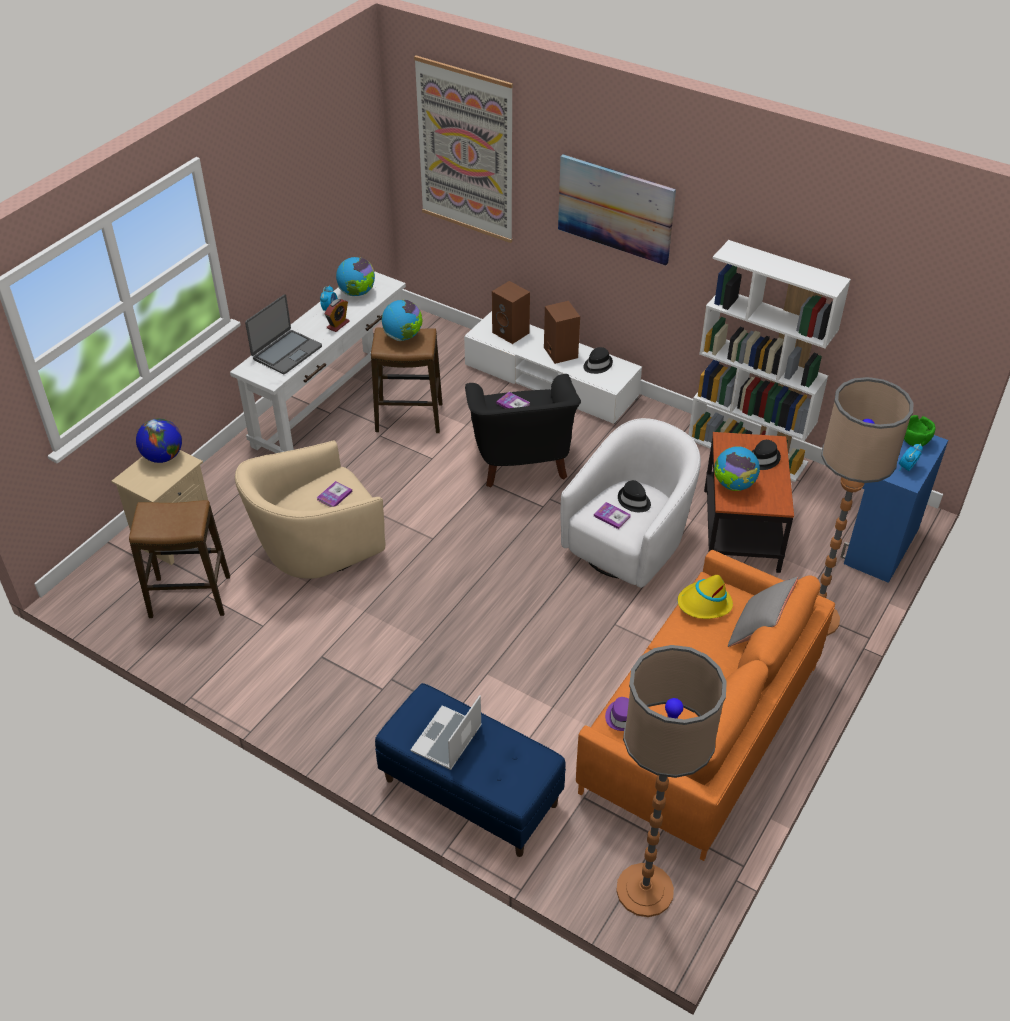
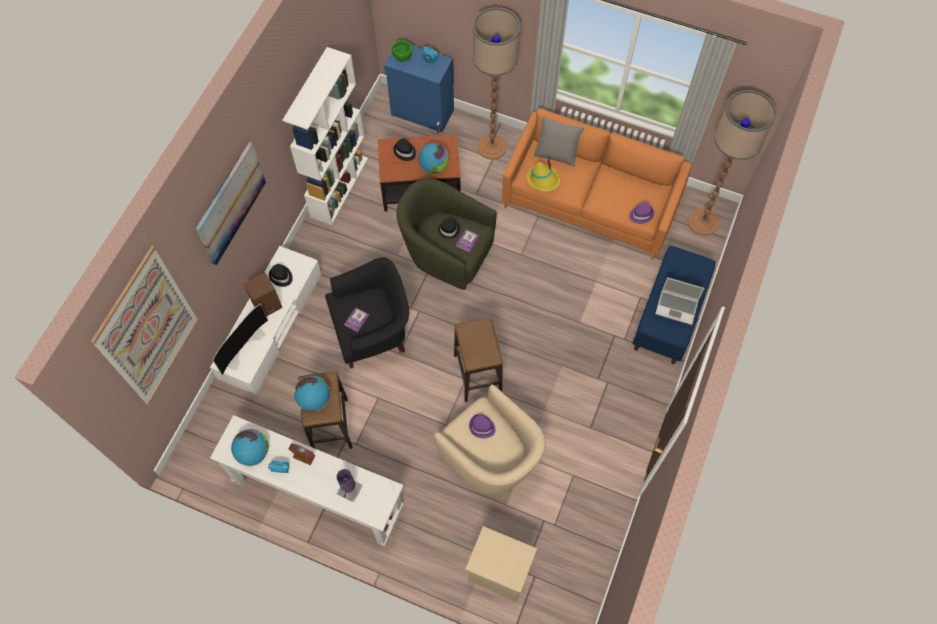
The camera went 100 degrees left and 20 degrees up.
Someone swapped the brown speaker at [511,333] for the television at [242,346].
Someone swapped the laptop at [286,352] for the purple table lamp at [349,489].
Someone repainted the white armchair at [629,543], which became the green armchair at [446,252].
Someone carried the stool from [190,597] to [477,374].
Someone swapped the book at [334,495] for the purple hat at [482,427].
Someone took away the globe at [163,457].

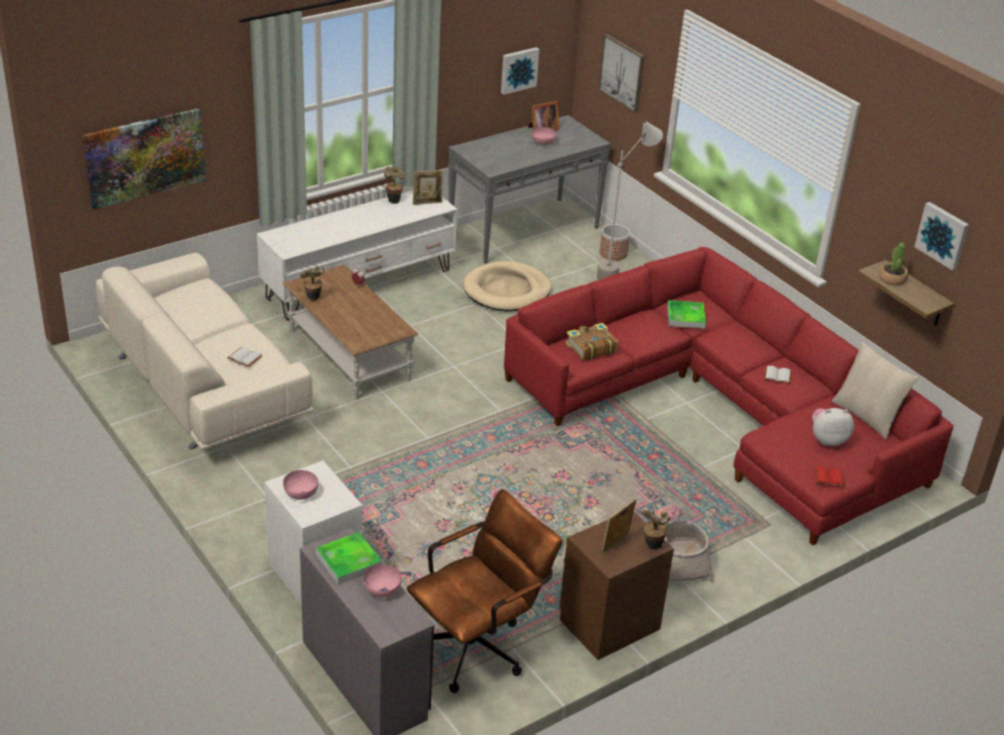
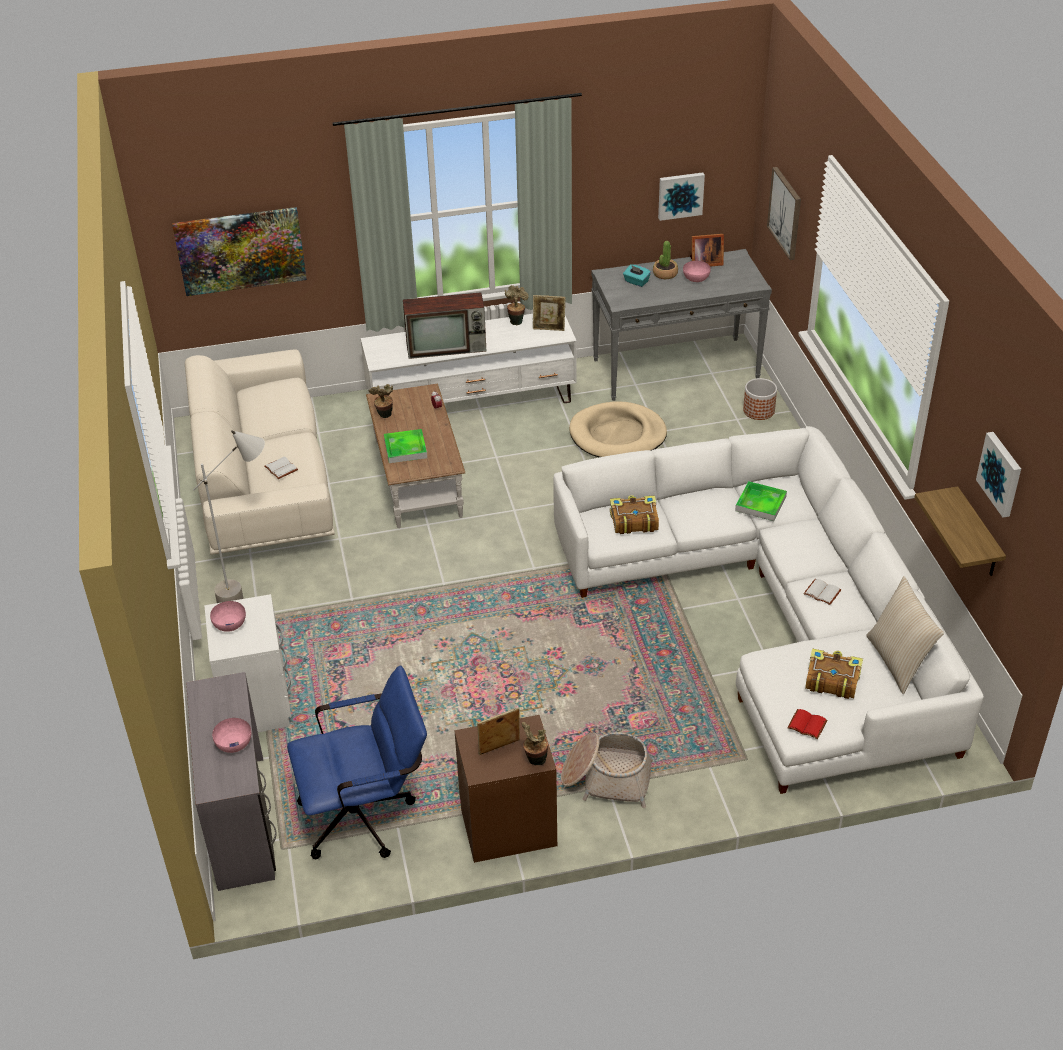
The camera went 25 degrees right and 5 degrees up.
Someone carried the grey floor lamp from [620,271] to [252,596].
Someone repainted the brown office chair at [478,645], which became the blue office chair at [367,815].
Someone carried the tray from [348,561] to [405,449].
Someone put down the television at [447,346].
Someone repainted the red sofa at [724,410], which became the white sofa at [775,616].
Someone put down the turquoise tissue box at [636,282].
Someone carried the potted plant from [892,279] to [665,274].
Someone swapped the plush toy at [827,439] for the book at [831,680].

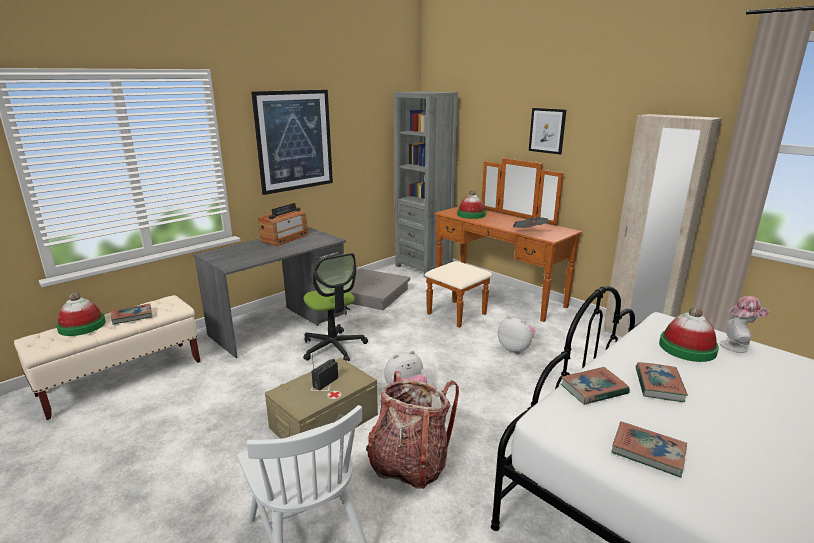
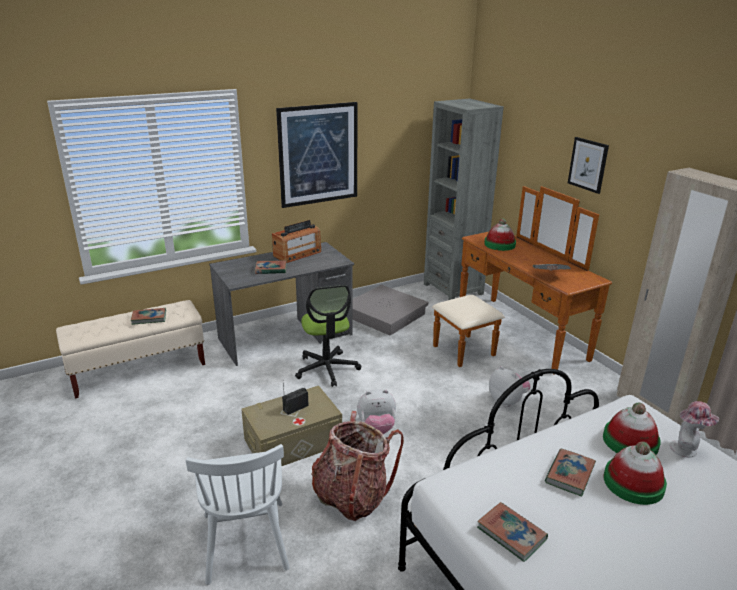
The camera went 15 degrees right and 5 degrees up.
Someone carried the book from [593,389] to [271,269].
Someone carried the hat from [82,326] to [633,483].

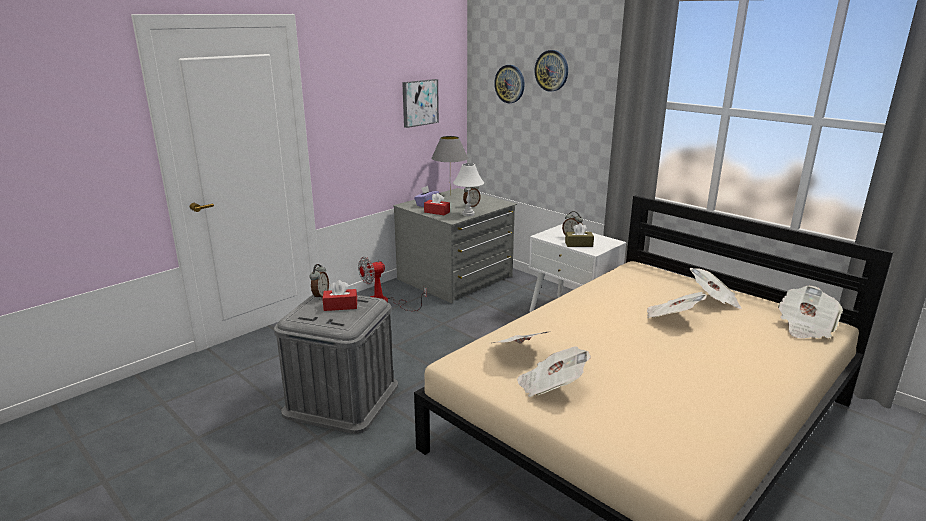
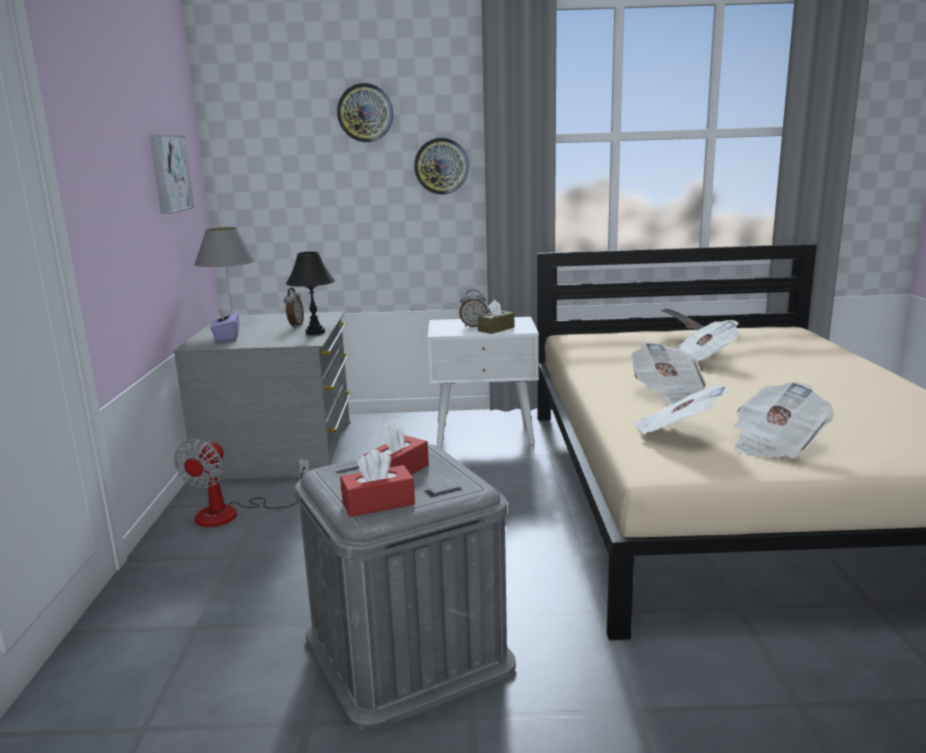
The camera went 45 degrees left and 5 degrees down.
Someone repainted the white table lamp at [468,214], which became the black table lamp at [315,332].
Someone carried the red tissue box from [437,212] to [378,503].
Someone carried the wall clock from [510,84] to [441,166].
Someone carried the newspaper from [805,327] to [668,393].
Someone took away the alarm clock at [320,296].

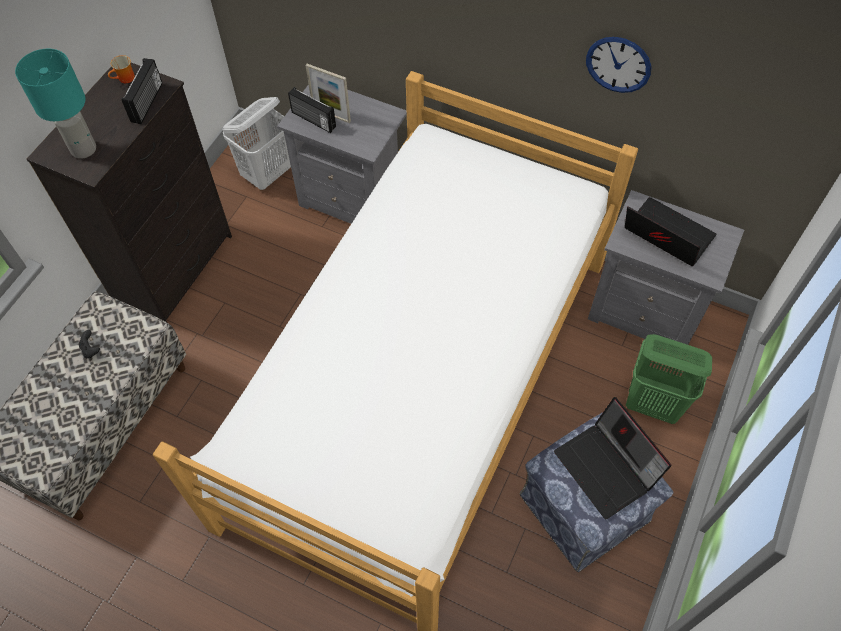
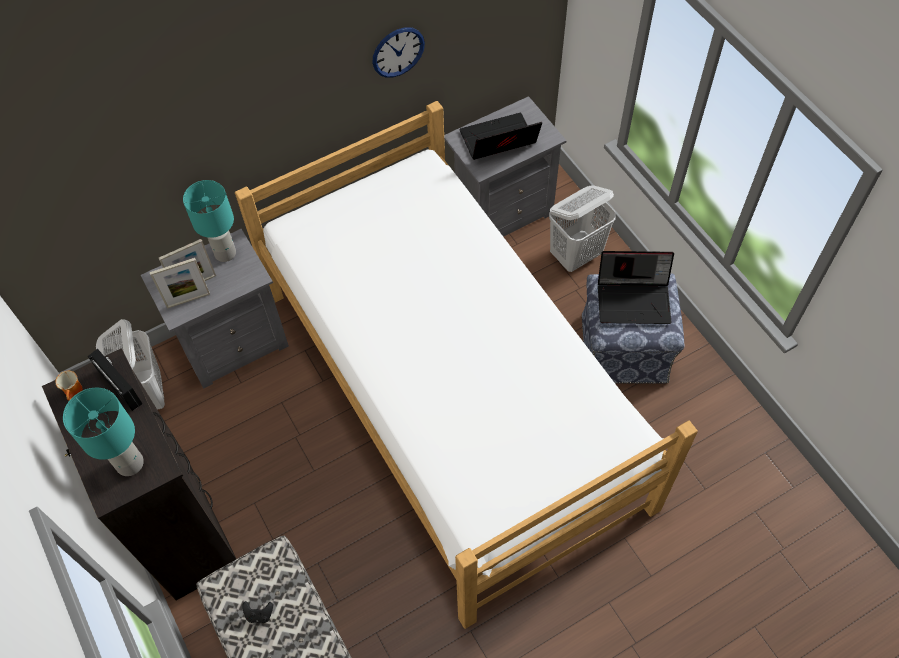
The camera went 55 degrees left and 0 degrees up.
Someone swapped the radio at [313,120] for the picture frame at [188,300].
Someone put down the turquoise table lamp at [225,253].
Someone repainted the green laundry basket at [653,403], which became the white laundry basket at [576,255].

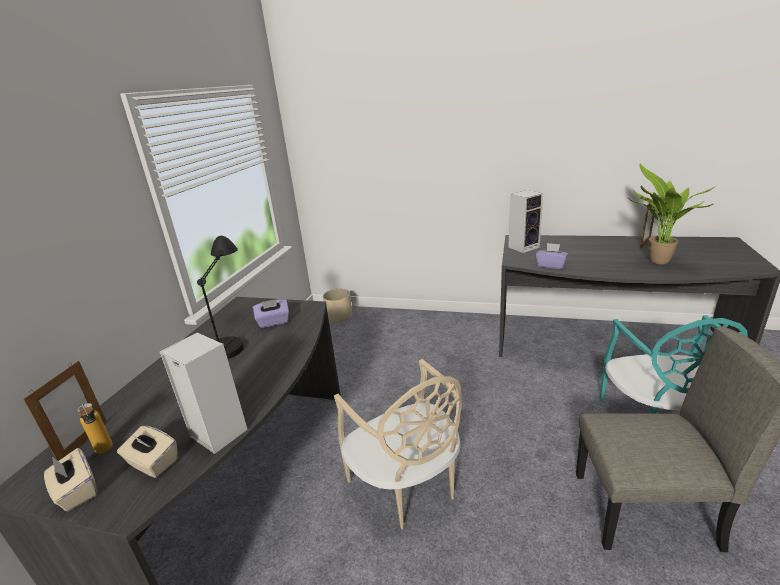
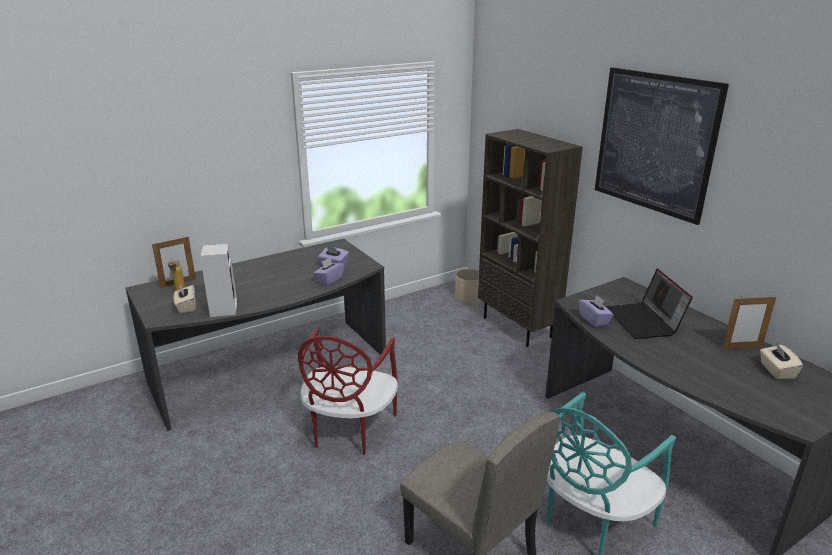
The camera went 40 degrees right and 0 degrees up.
Someone repainted the beige chair at [407,486], which became the red chair at [349,430].
Someone put down the purple tissue box at [329,280].
Someone put down the brown bookcase at [518,327].
Someone put up the picture at [654,143].
Someone put down the laptop at [644,322].
Someone carried the beige tissue box from [77,492] to [776,371].
Someone took away the black table lamp at [232,334].
Someone took away the speaker at [524,247].
Someone took away the potted plant at [656,262].

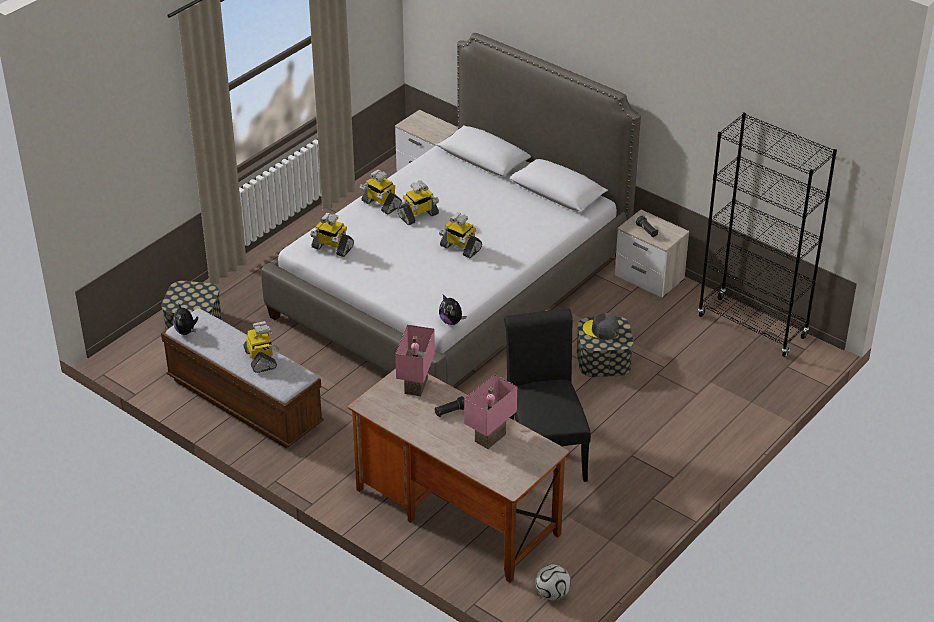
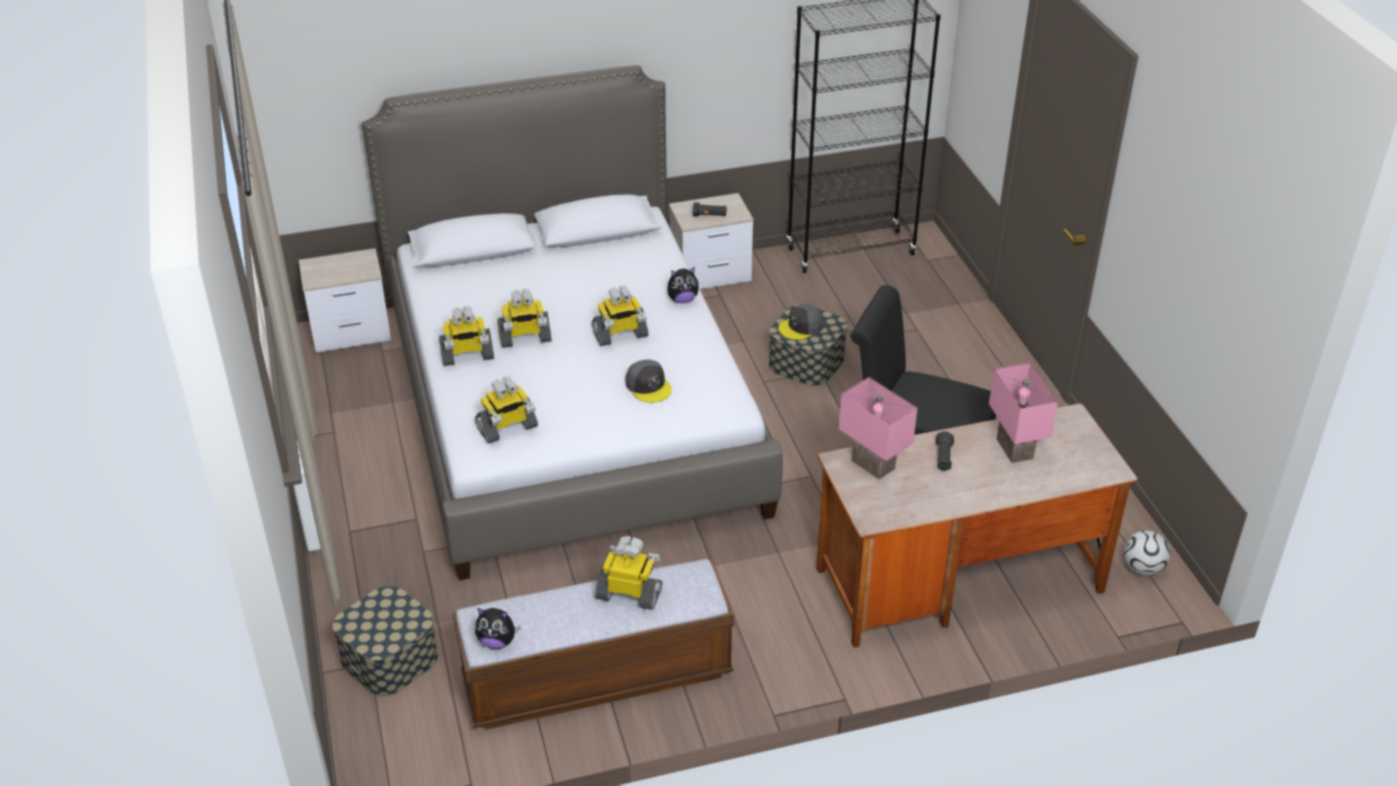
The camera went 55 degrees left and 0 degrees up.
Someone rotated the toy robot at [418,216] by 75 degrees clockwise.
Someone put down the grey cap at [648,386].
Someone carried the plush toy from [451,321] to [682,300].

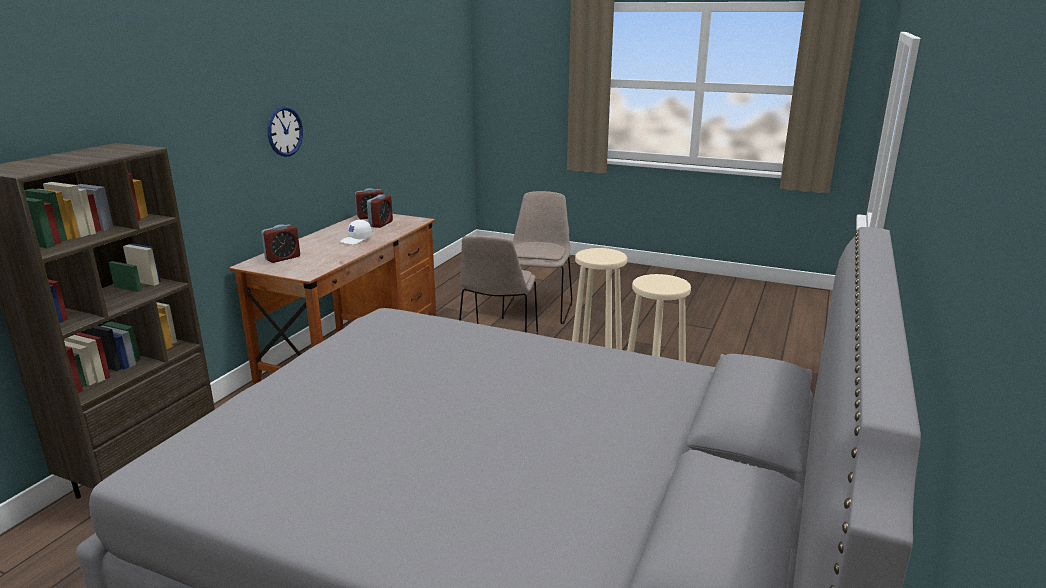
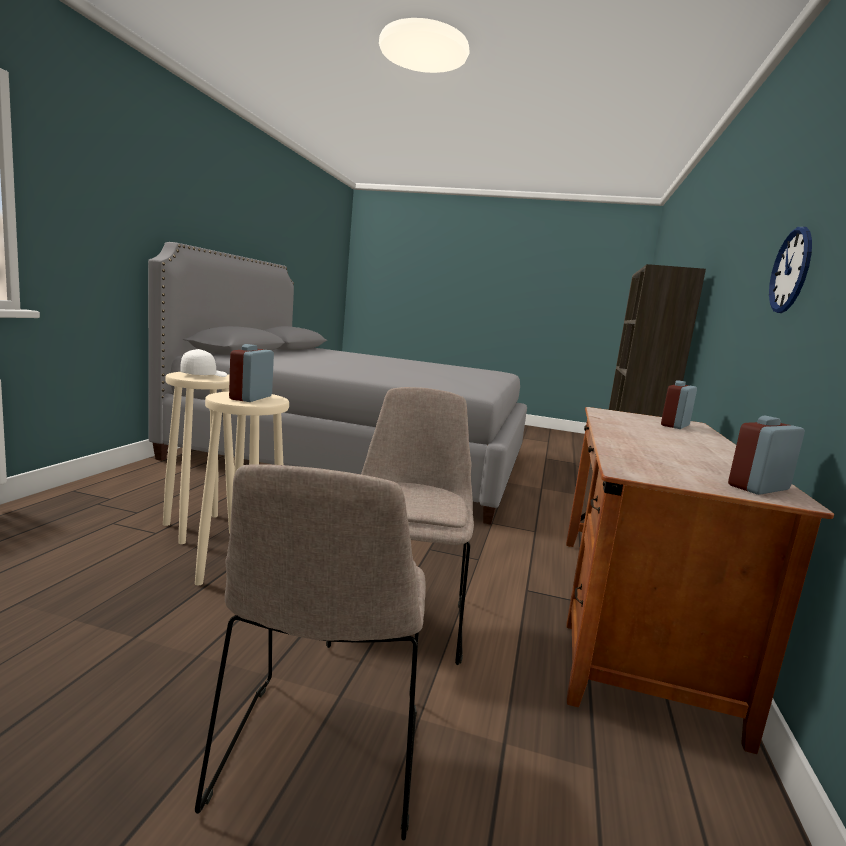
The camera went 170 degrees right and 10 degrees down.
Someone carried the white cap from [356,240] to [203,375].
Someone carried the alarm clock from [381,224] to [251,398].

